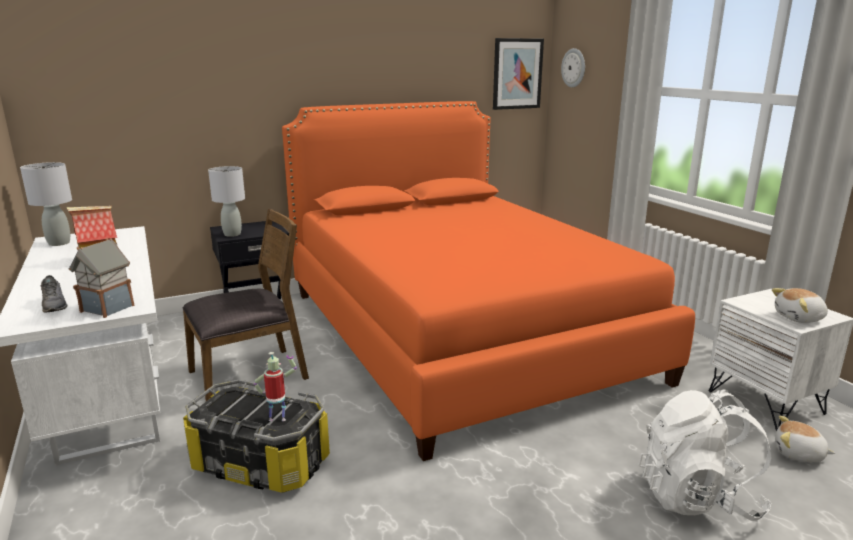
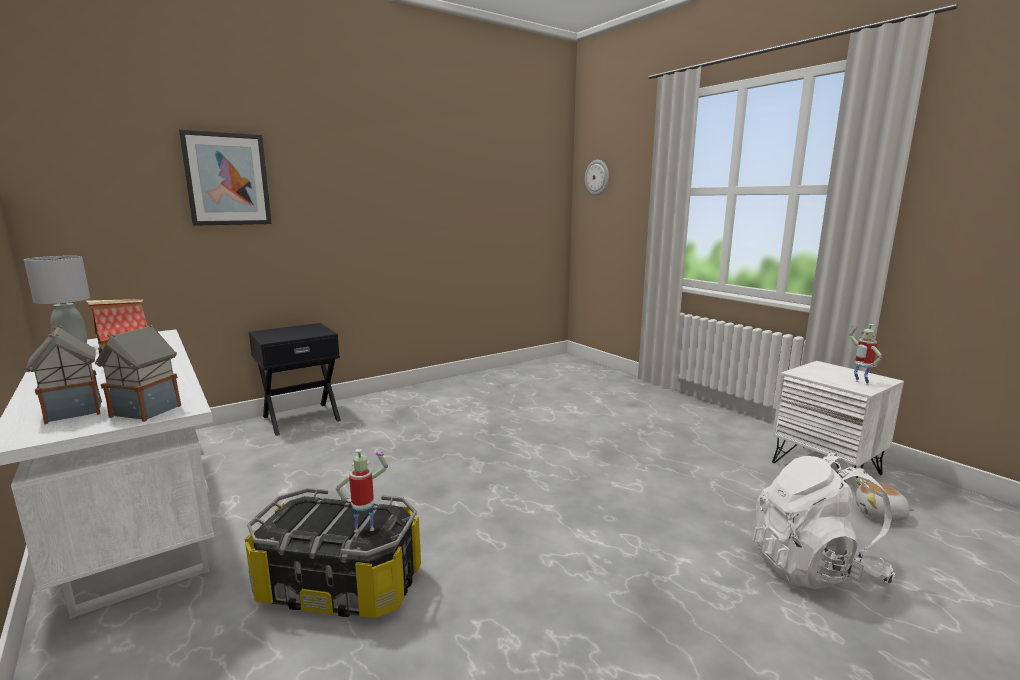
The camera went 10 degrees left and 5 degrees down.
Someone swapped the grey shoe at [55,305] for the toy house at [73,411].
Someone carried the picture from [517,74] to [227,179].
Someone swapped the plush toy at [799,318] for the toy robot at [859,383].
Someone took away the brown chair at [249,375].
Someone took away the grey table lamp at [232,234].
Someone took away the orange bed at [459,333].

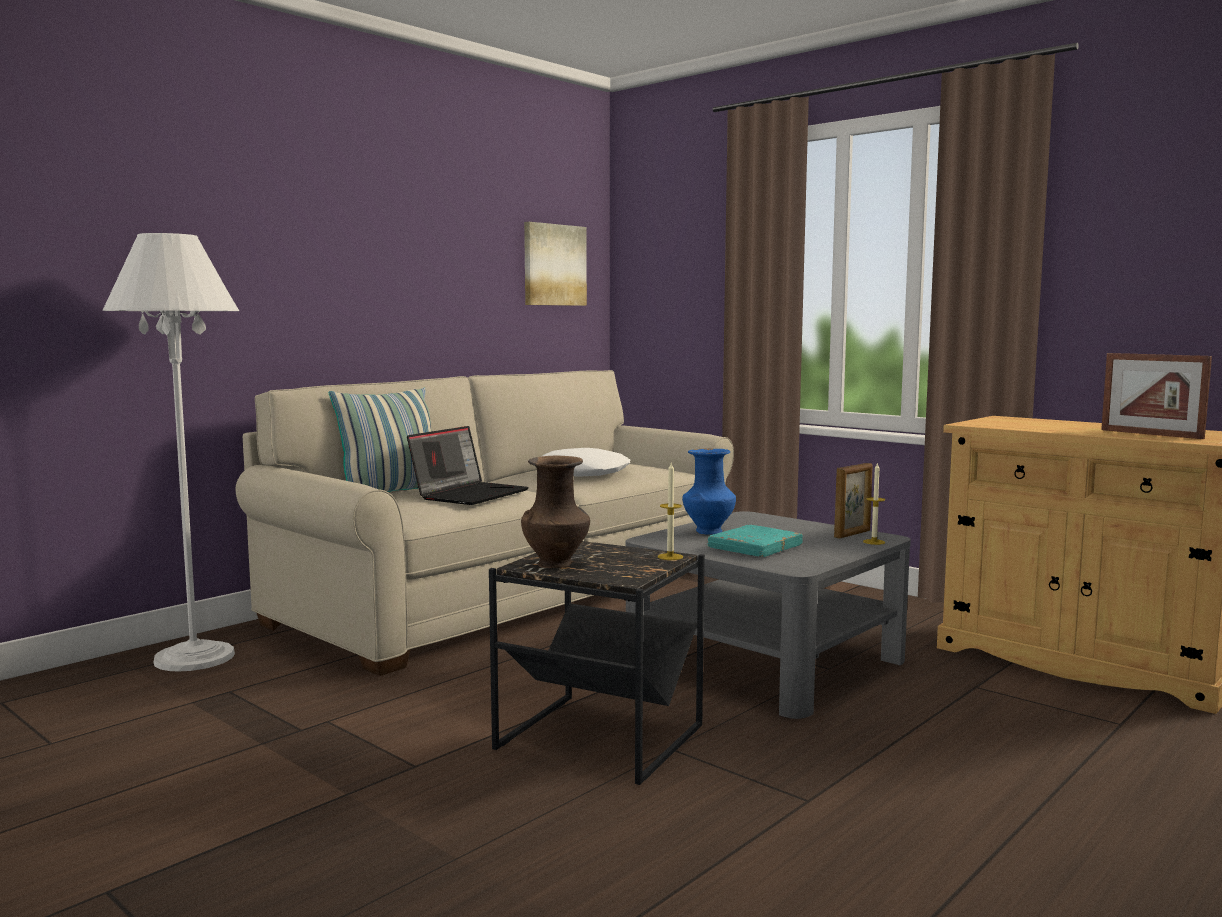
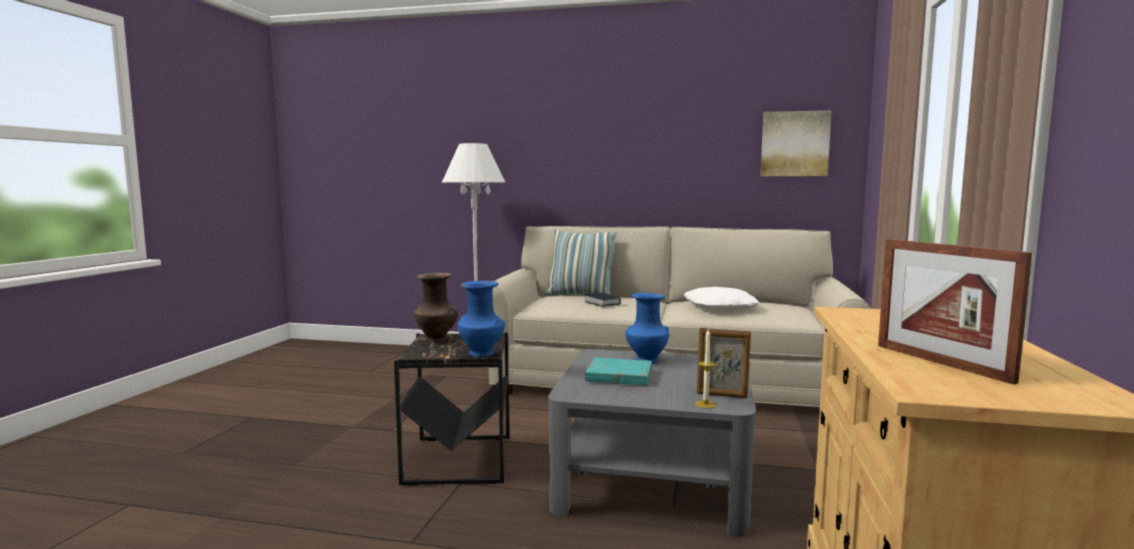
The camera went 60 degrees right and 0 degrees up.
Someone swapped the candle at [670,557] for the blue vase at [482,354].
Someone swapped the laptop at [470,494] for the book at [602,303].
Someone rotated the picture frame at [1151,434] by 45 degrees counterclockwise.

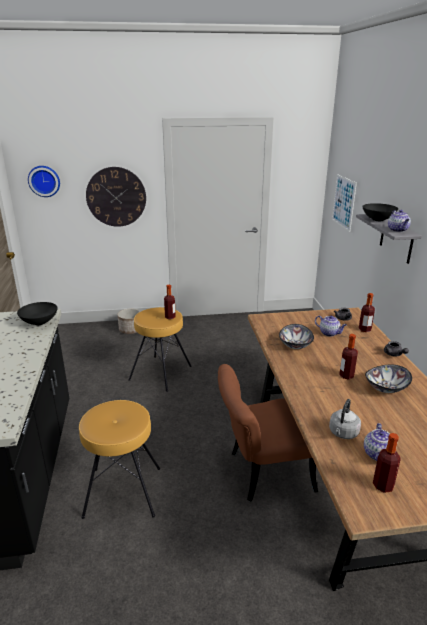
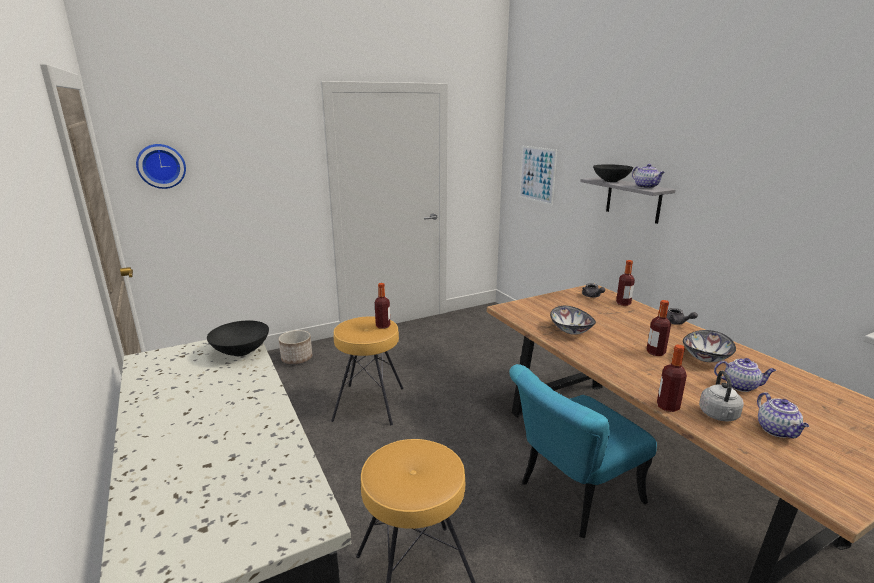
The camera went 20 degrees left and 5 degrees down.
Someone repainted the brown chair at [262,472], which became the turquoise chair at [571,497].
Someone carried the bottle from [383,485] to [667,406].
Someone carried the teapot from [329,333] to [741,386].
Someone took away the wall clock at [116,197].

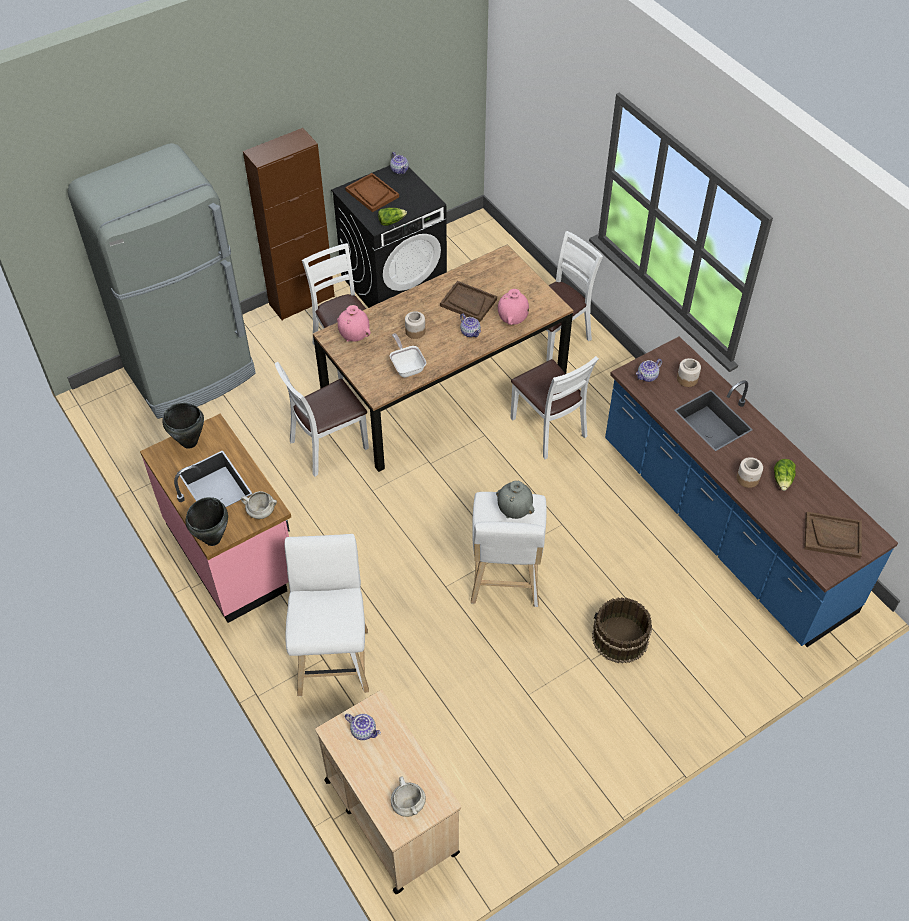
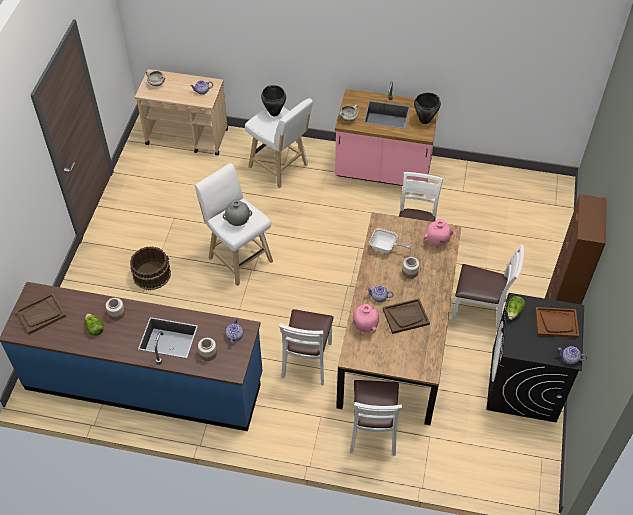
The camera went 135 degrees right and 0 degrees up.
Someone carried the black cooking pot from [213,539] to [274,113].
Someone rotated the white chair at [548,428] by 90 degrees counterclockwise.
Someone took away the grey fridge at [191,373].

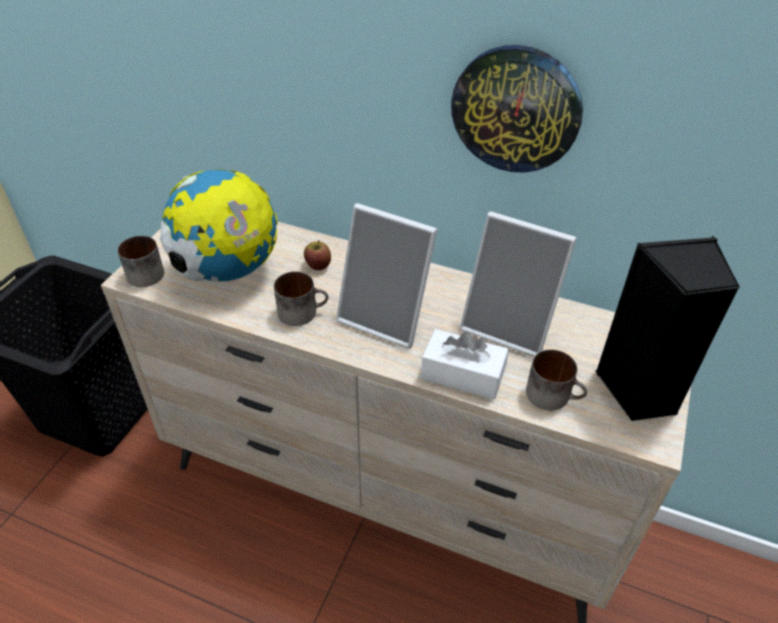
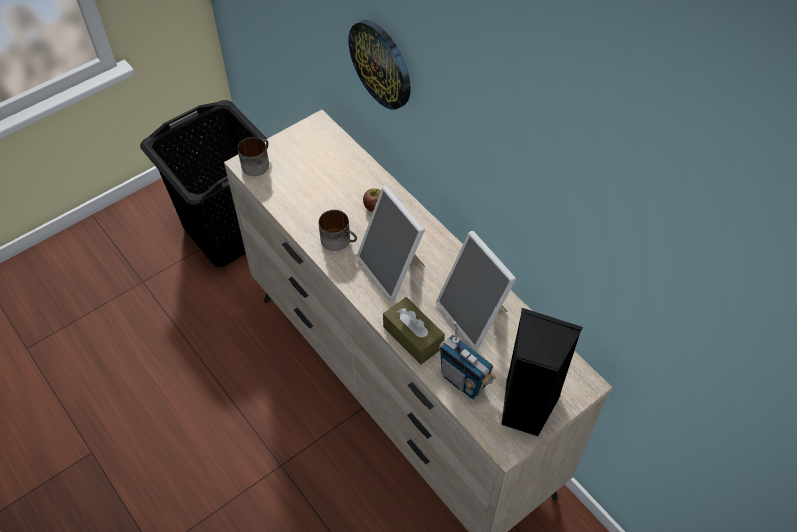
The camera went 30 degrees right and 10 degrees up.
Someone carried the wall clock from [516,109] to [381,64].
Someone repainted the white tissue box at [462,374], which became the brown tissue box at [413,337].
Someone swapped the mug at [554,395] for the radio at [463,381].
Someone took away the globe at [227,270].

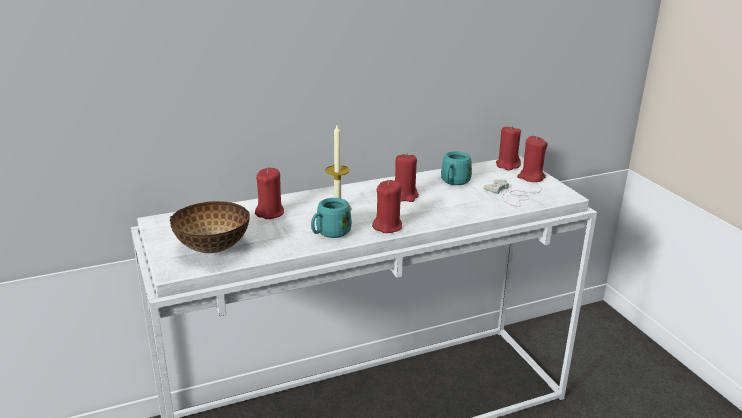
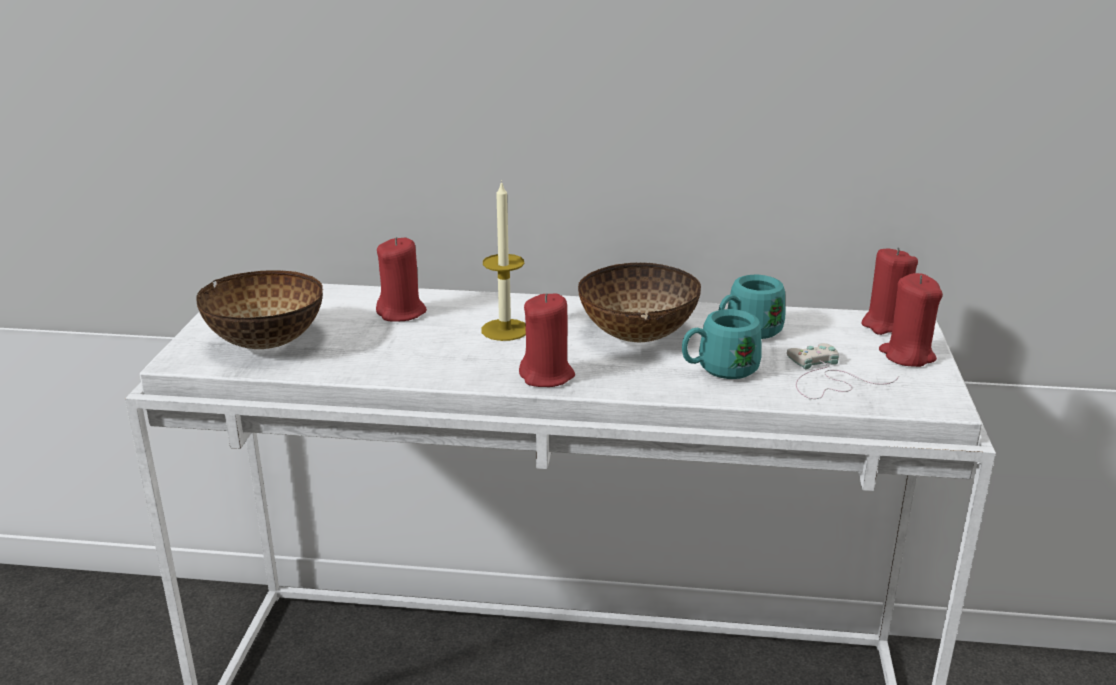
The camera went 30 degrees right and 0 degrees up.
Someone swapped the red candle at [405,196] for the bowl at [636,335].
Someone carried the turquoise mug from [329,234] to [718,370].

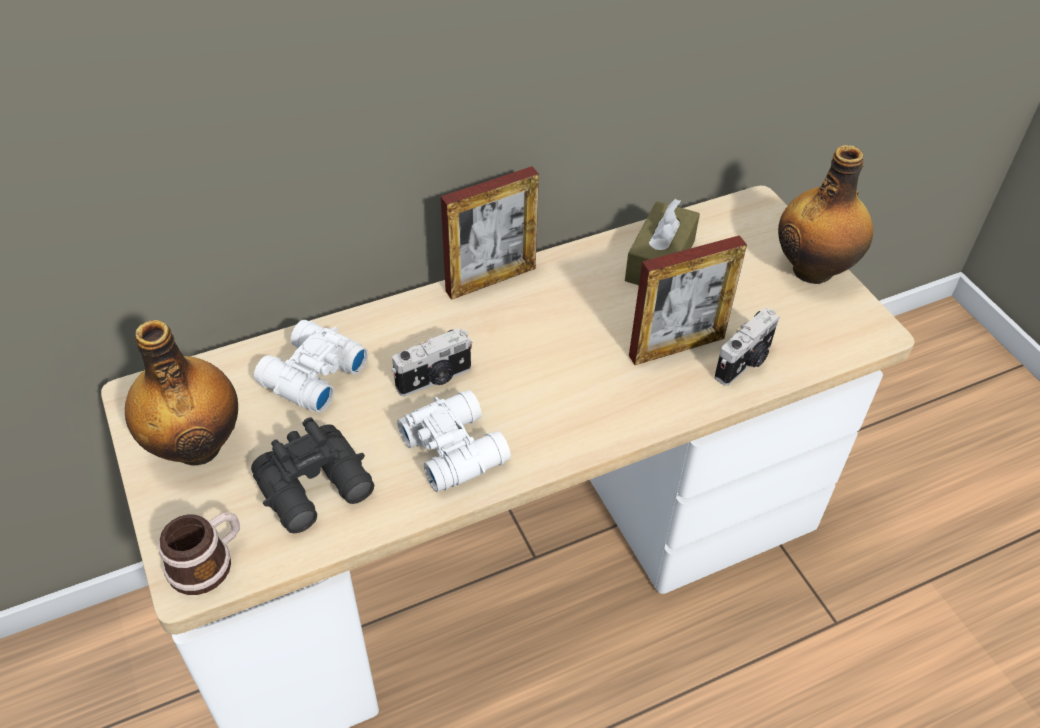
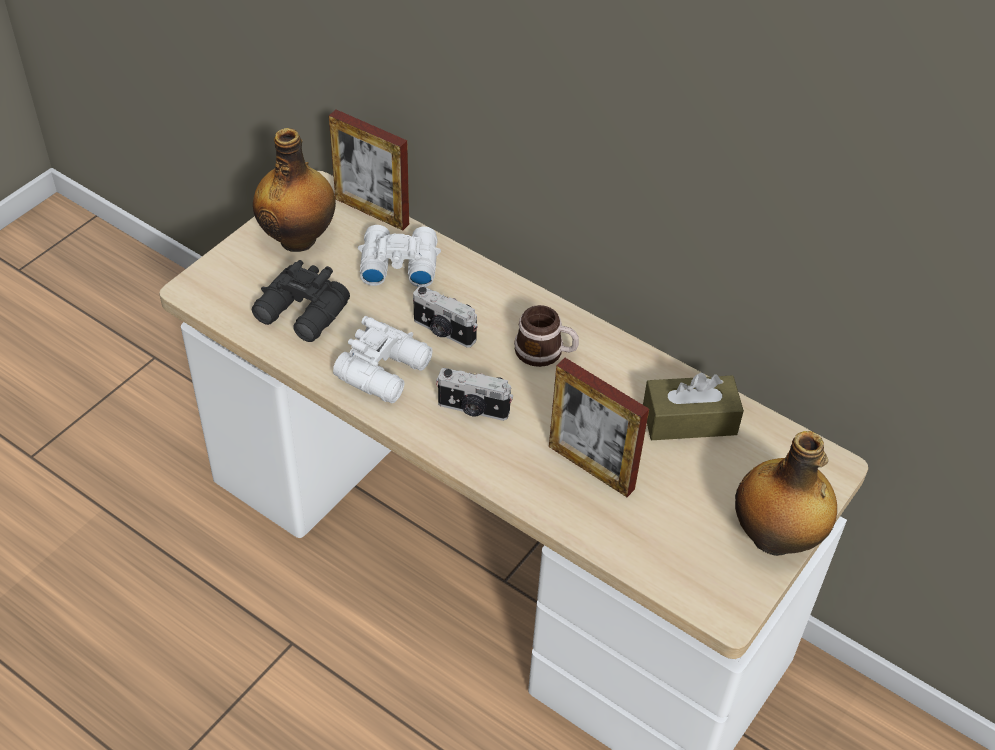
The camera went 60 degrees right and 0 degrees up.
Someone carried the picture frame from [491,280] to [372,211].
Someone carried the photo camera from [745,363] to [473,409].
Someone carried the mug from [208,562] to [545,352].

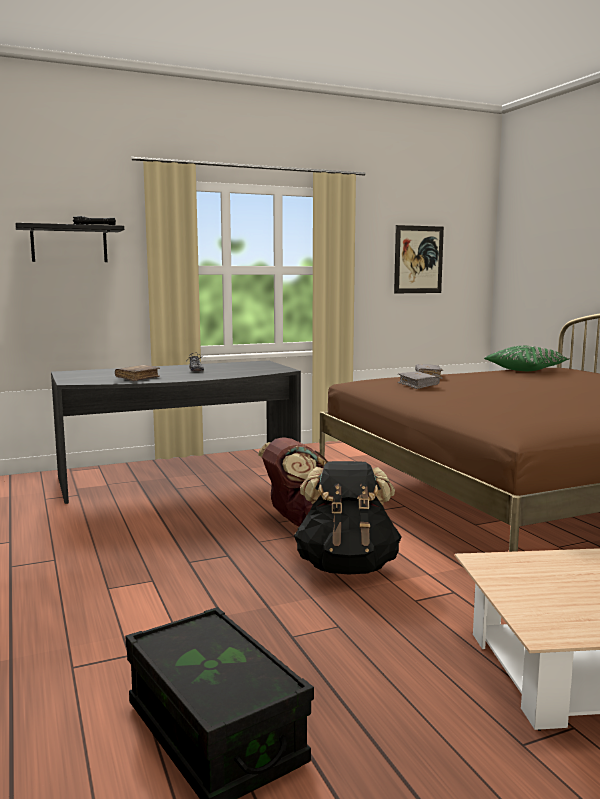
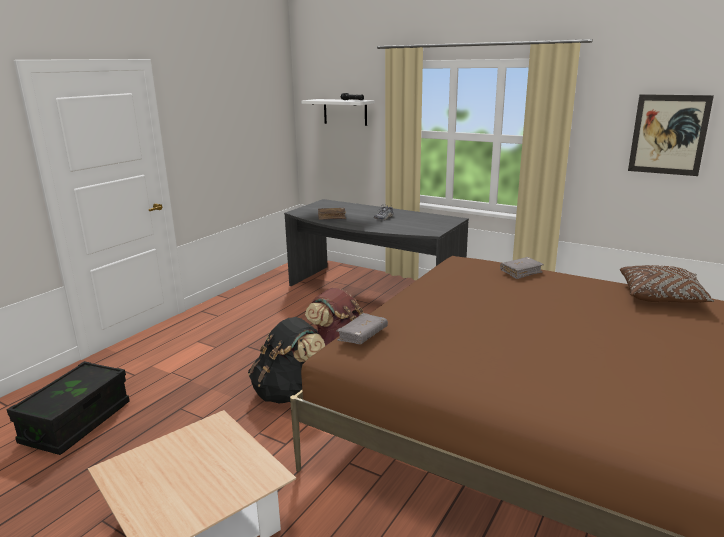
The camera went 55 degrees right and 10 degrees up.
Someone repainted the black shelf at [69,244], which became the white shelf at [345,112].
Someone carried the grey book from [418,385] to [362,335].
Someone repainted the green pillow at [526,370], which became the brown pillow at [661,297].

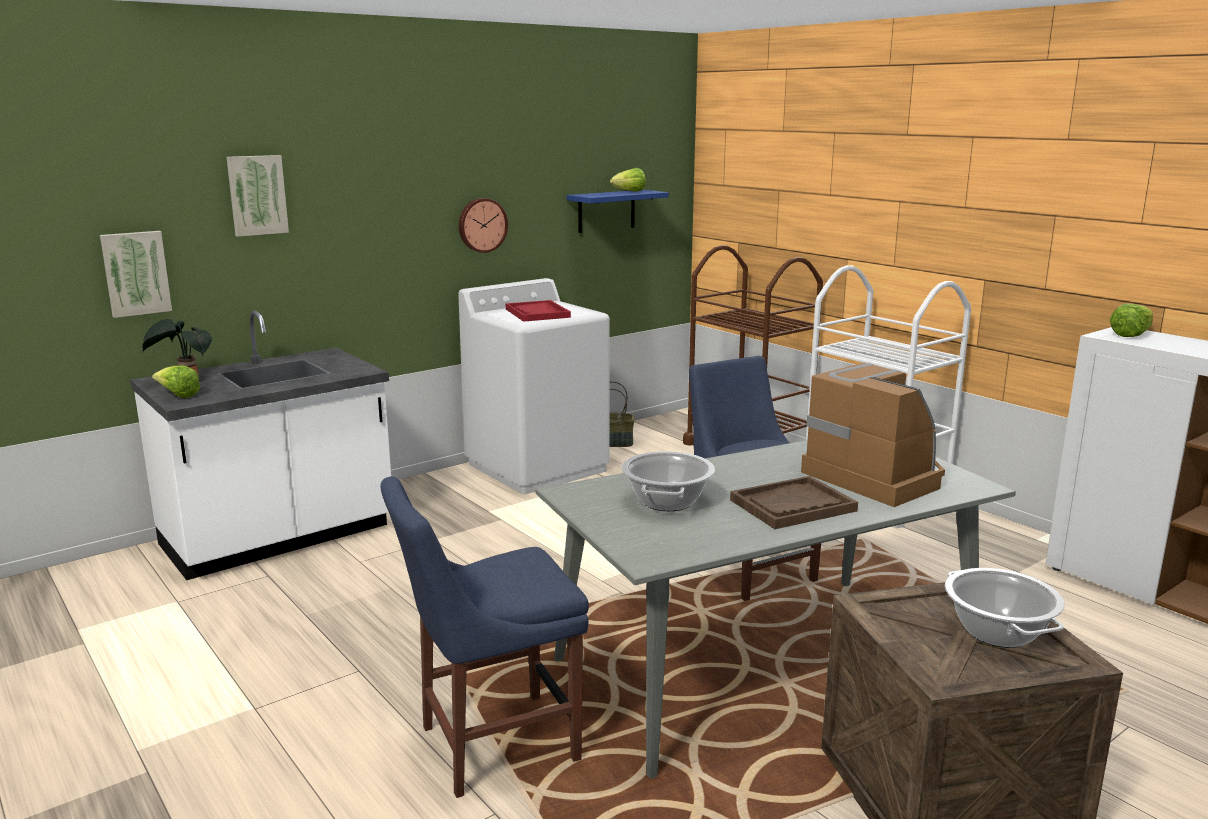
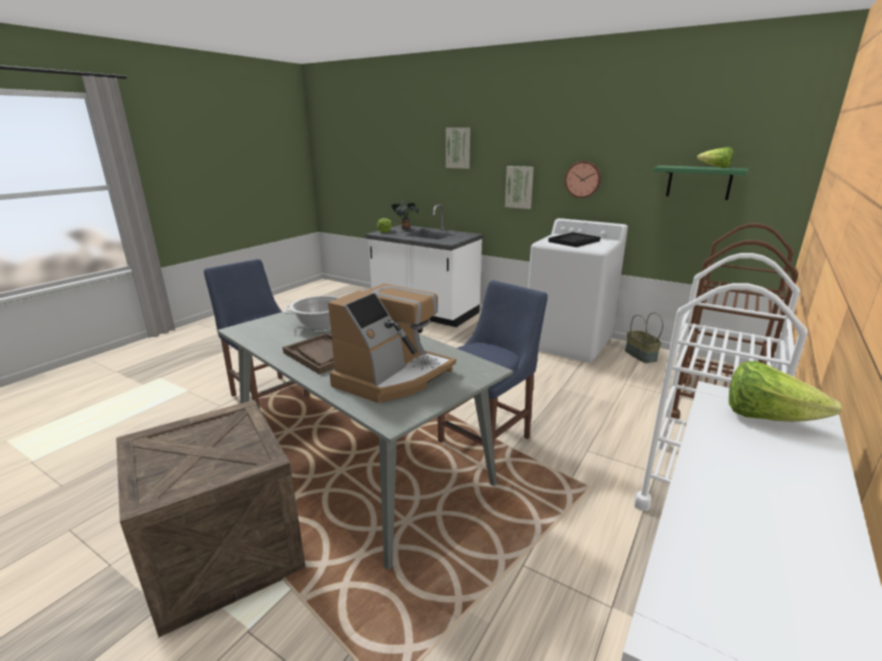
The camera went 70 degrees right and 5 degrees up.
Someone carried the picture from [135,273] to [519,187].
Someone repainted the red tray at [537,313], which became the black tray at [574,241].
Someone repainted the blue shelf at [606,211], which became the green shelf at [699,182].
Someone took away the cooking pot at [998,632].

